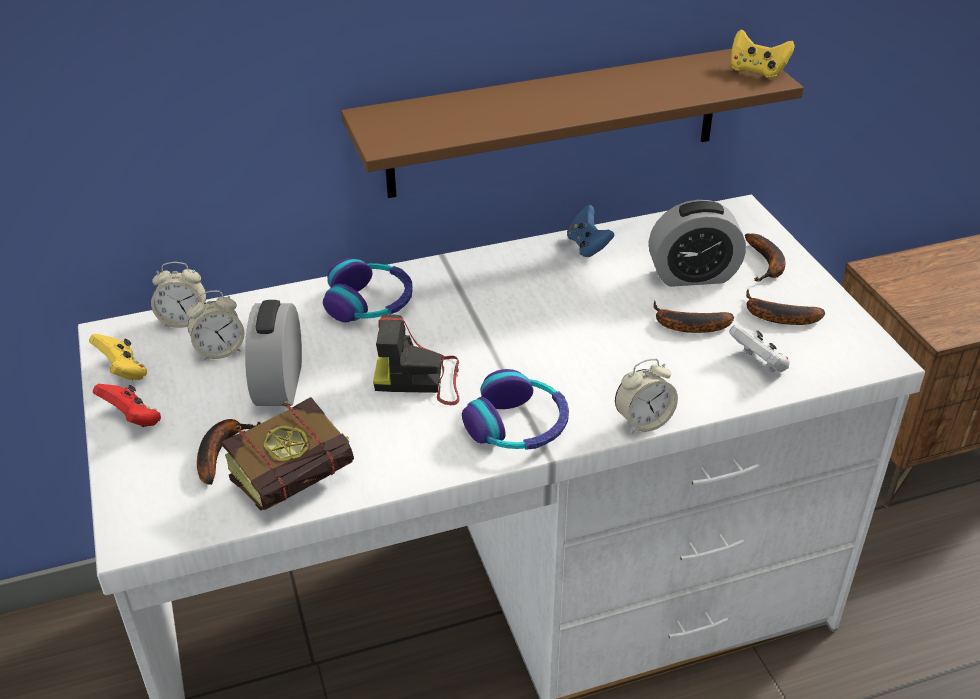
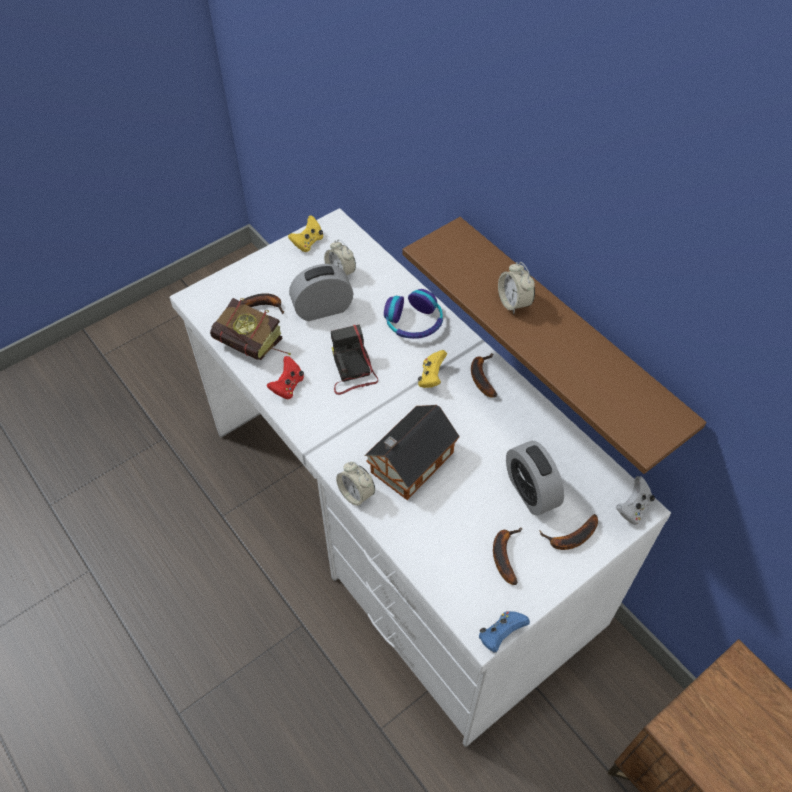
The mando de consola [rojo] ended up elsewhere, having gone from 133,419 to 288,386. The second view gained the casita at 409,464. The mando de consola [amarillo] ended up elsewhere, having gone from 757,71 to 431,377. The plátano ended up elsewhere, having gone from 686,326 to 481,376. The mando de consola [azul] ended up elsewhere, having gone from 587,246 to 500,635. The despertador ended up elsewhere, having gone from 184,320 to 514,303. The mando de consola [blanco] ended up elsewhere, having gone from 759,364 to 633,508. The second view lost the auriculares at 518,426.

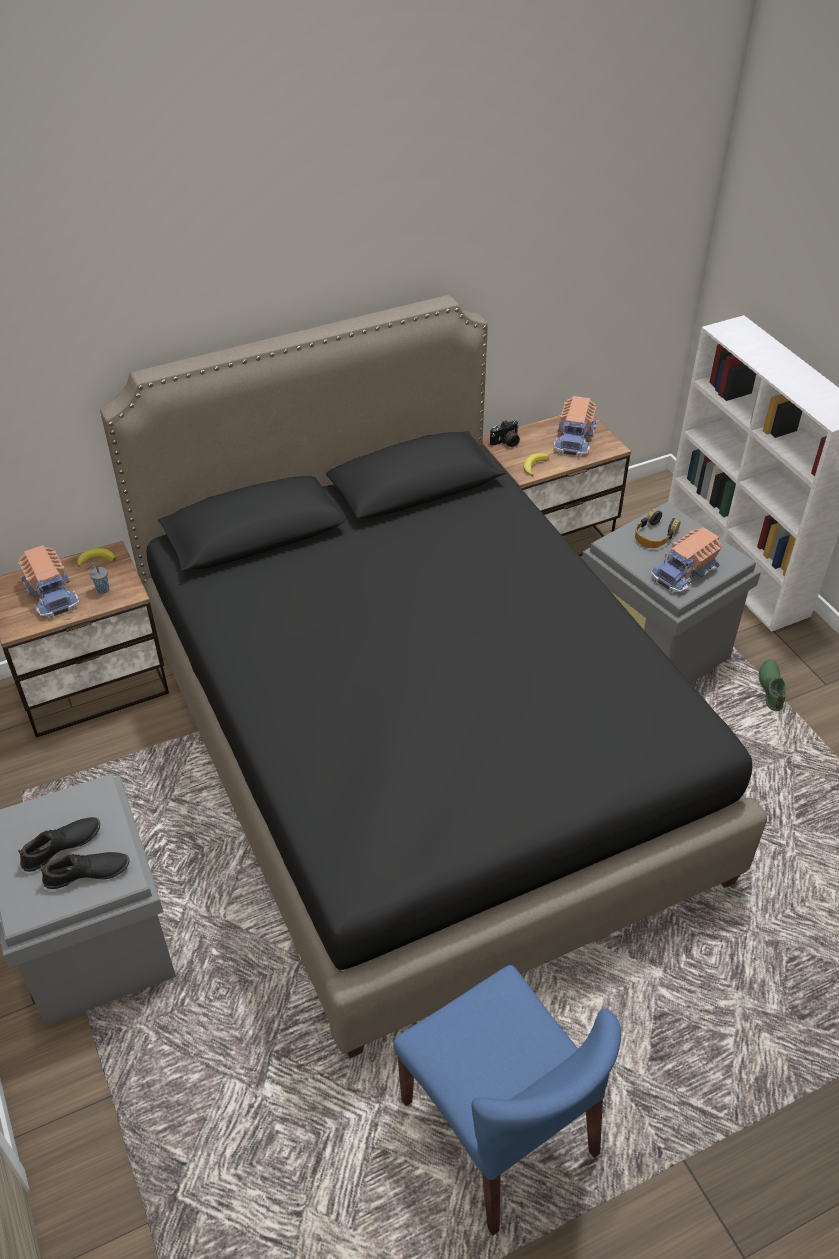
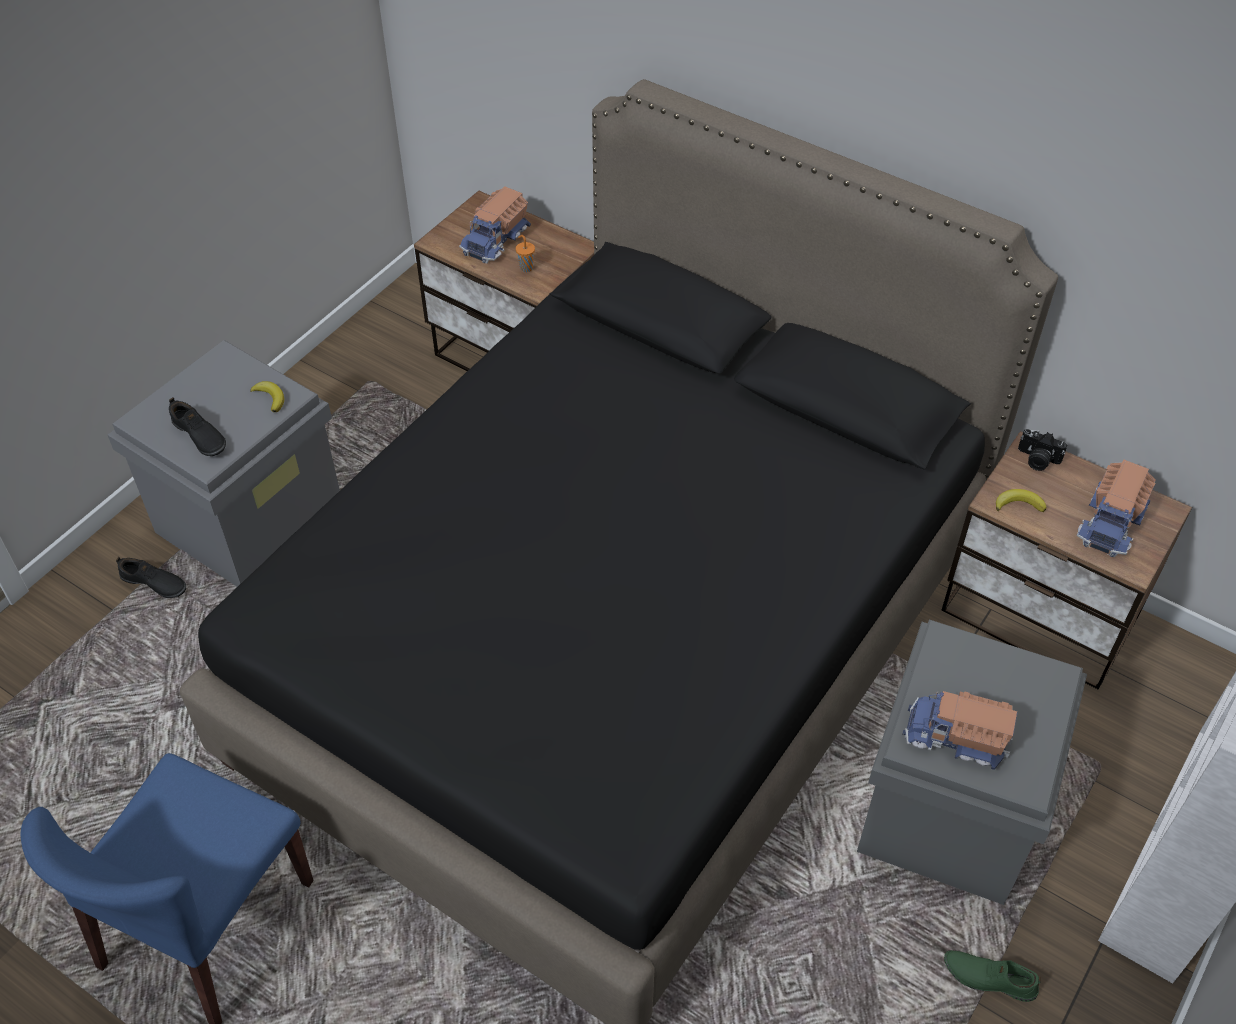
The zapato [negro] ended up elsewhere, having gone from 62,847 to 154,584. The plátano ended up elsewhere, having gone from 96,559 to 270,397. What was the taza [gris] at 102,590 turned into the taza [naranja] at 526,267. The zapato [verde] at 771,688 ended up facing another way, 135 degrees counterclockwise from before. The camión de juguete at 575,438 ended up facing another way, 45 degrees counterclockwise from before. The second view lost the auriculares at 654,535.

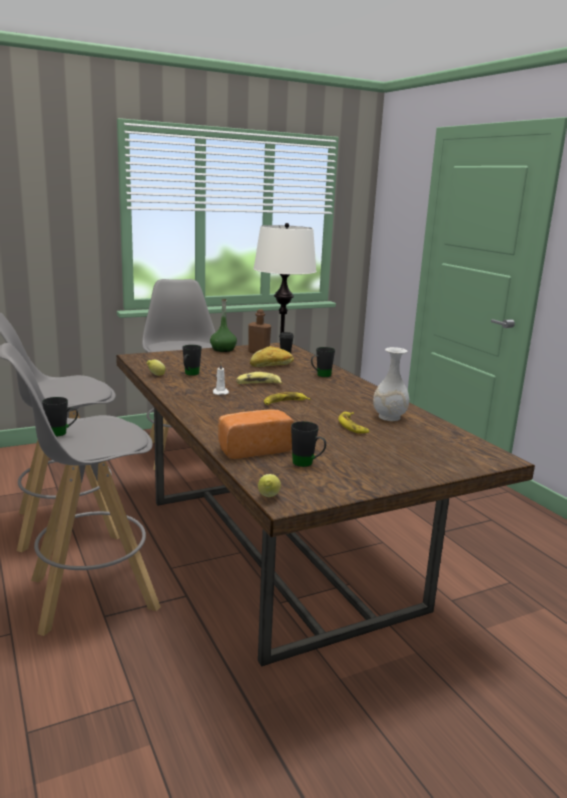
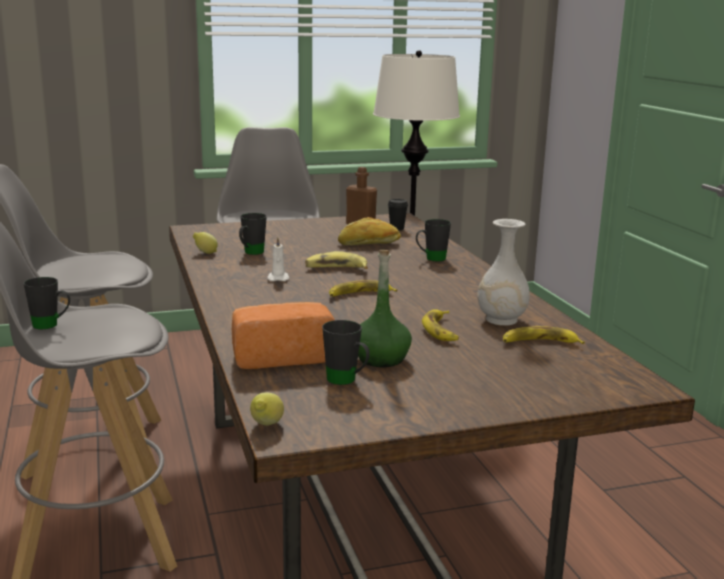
The botella [verde] ended up elsewhere, having gone from 223,349 to 381,358. The second view gained the plátano at 539,343.

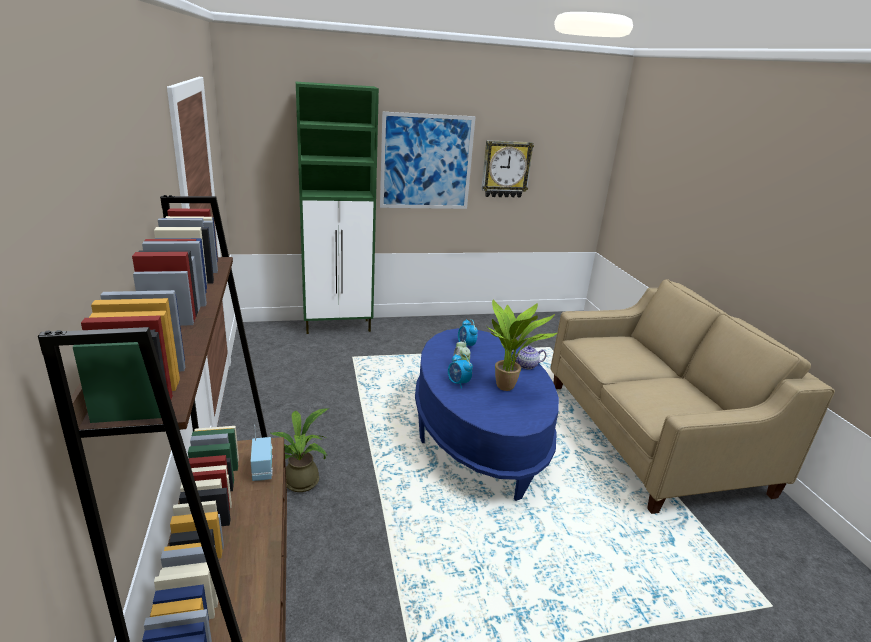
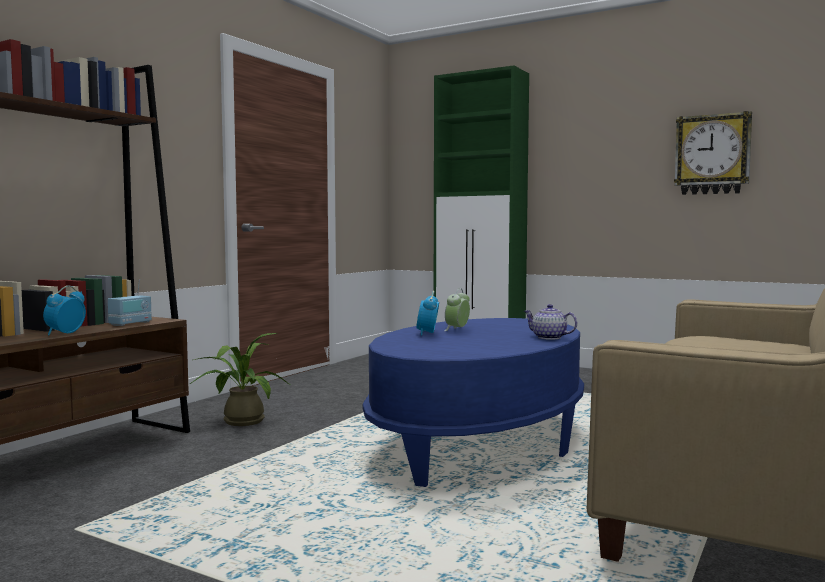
The despertador ended up elsewhere, having gone from 466,345 to 64,333. The second view lost the cuadro at 426,162. The second view lost the planta en maceta at 508,387.

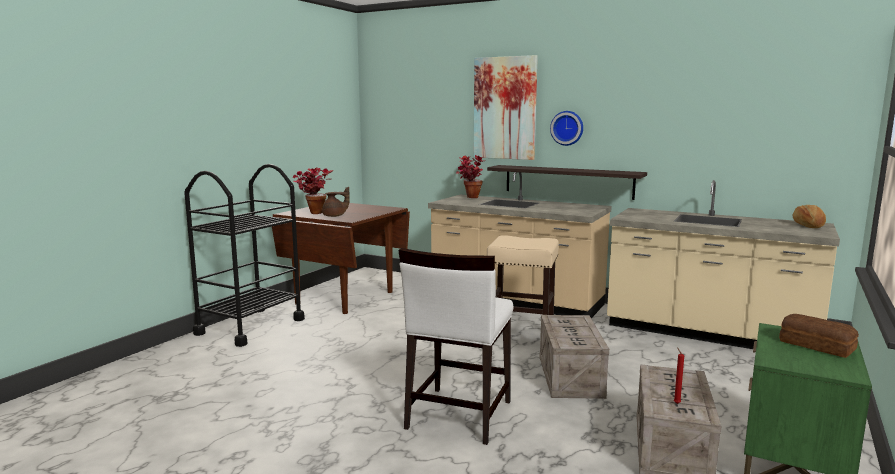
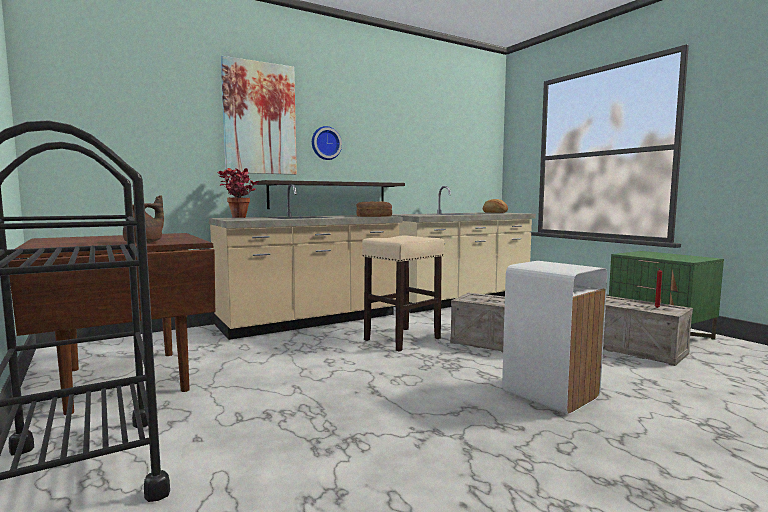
The pan ended up elsewhere, having gone from 816,345 to 373,216. Where the silla [blanco] stood at 458,415, the papelera [blanco] came to stand at 550,395. The second view lost the planta en maceta at 313,212.

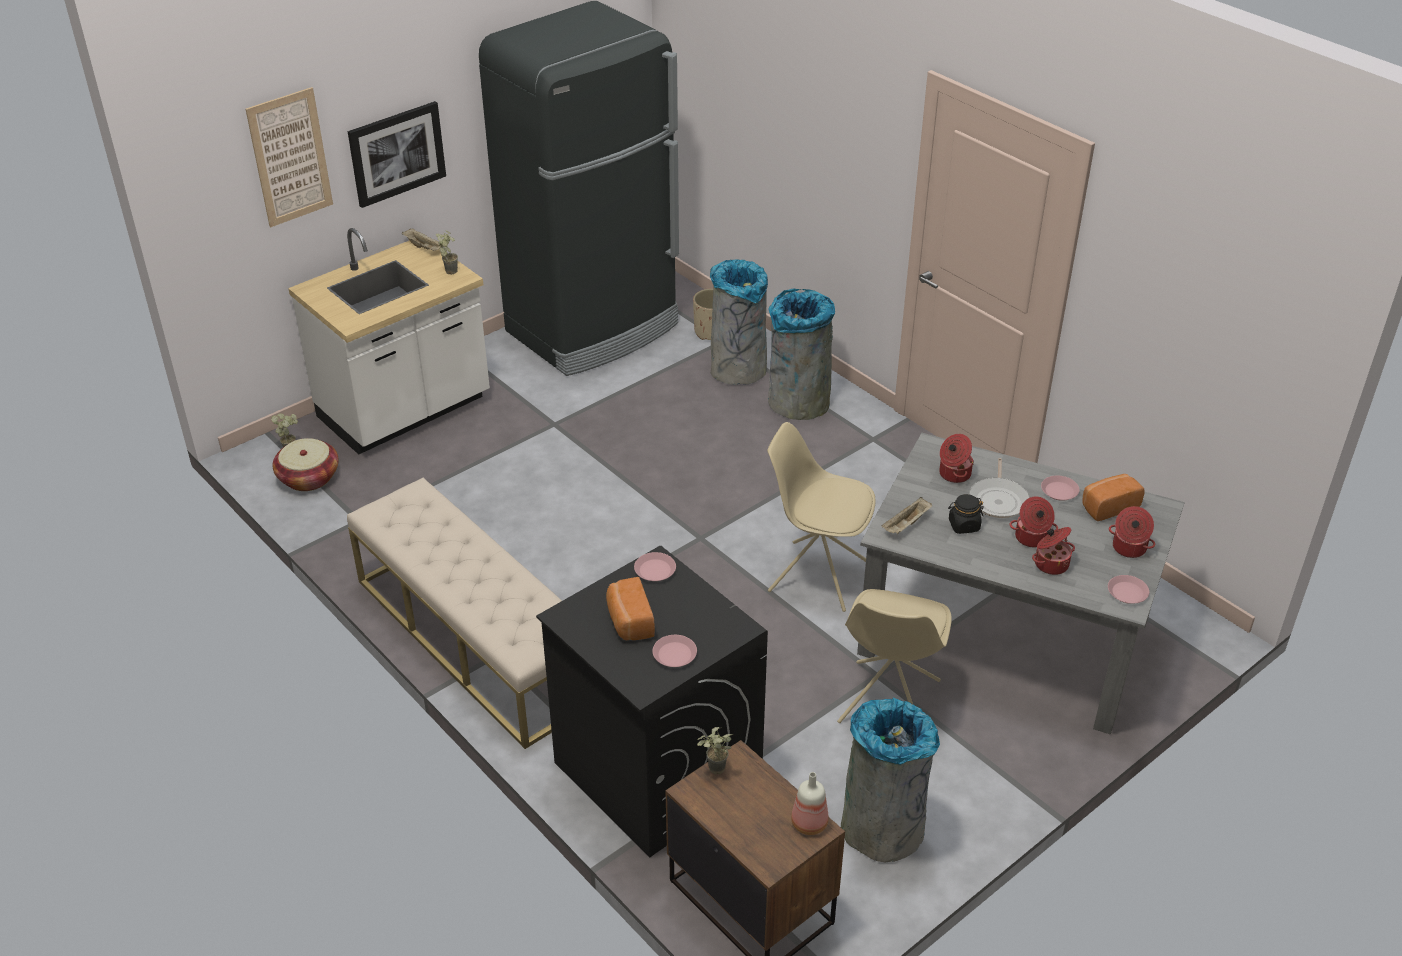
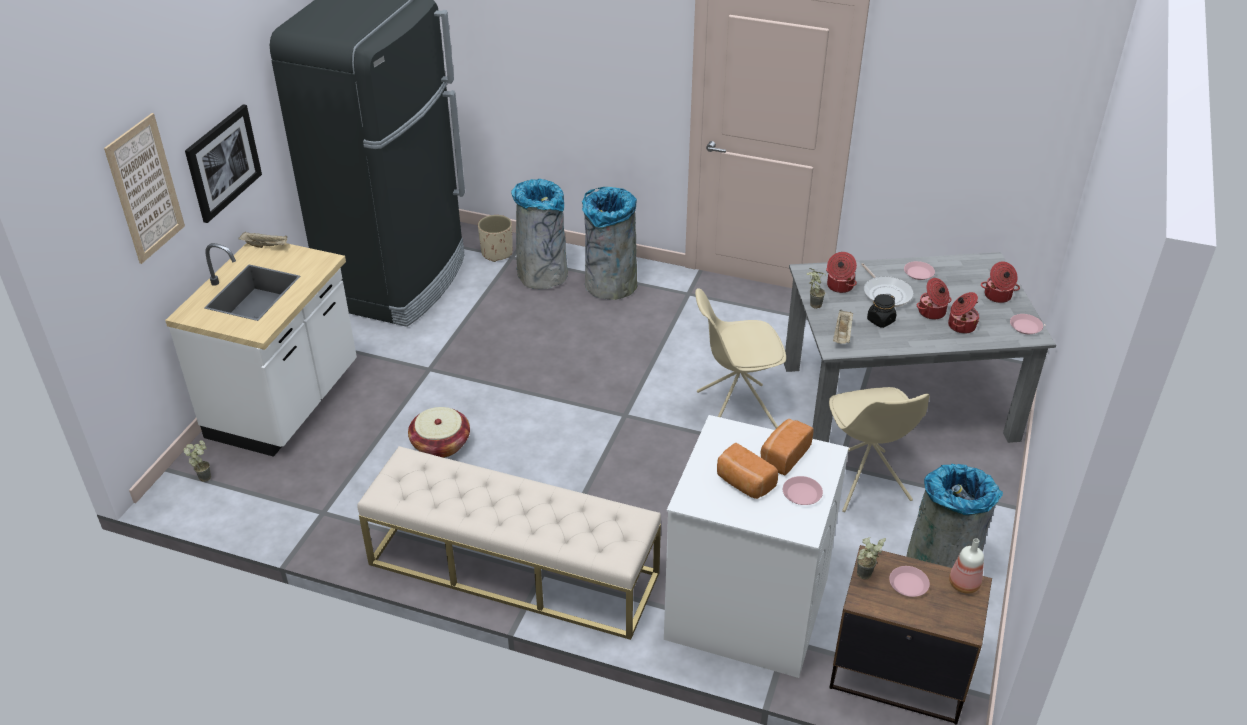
The cesta ended up elsewhere, having gone from 309,478 to 441,444. What was the lavadora [negro] at 655,770 turned into the lavadora [blanco] at 745,609. The pan ended up elsewhere, having gone from 1108,506 to 783,456. The planta en maceta ended up elsewhere, having gone from 449,270 to 812,304. The plato [rosa] ended up elsewhere, having gone from 655,570 to 908,584.

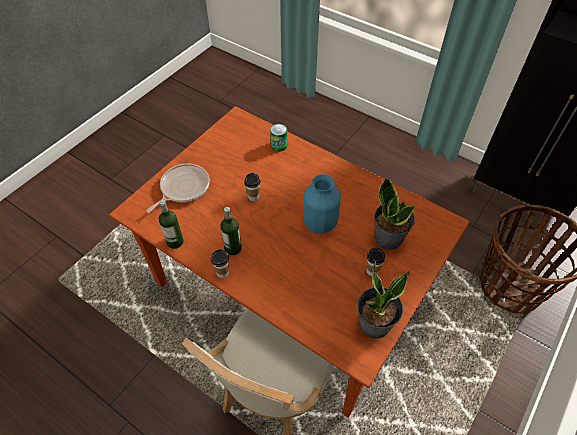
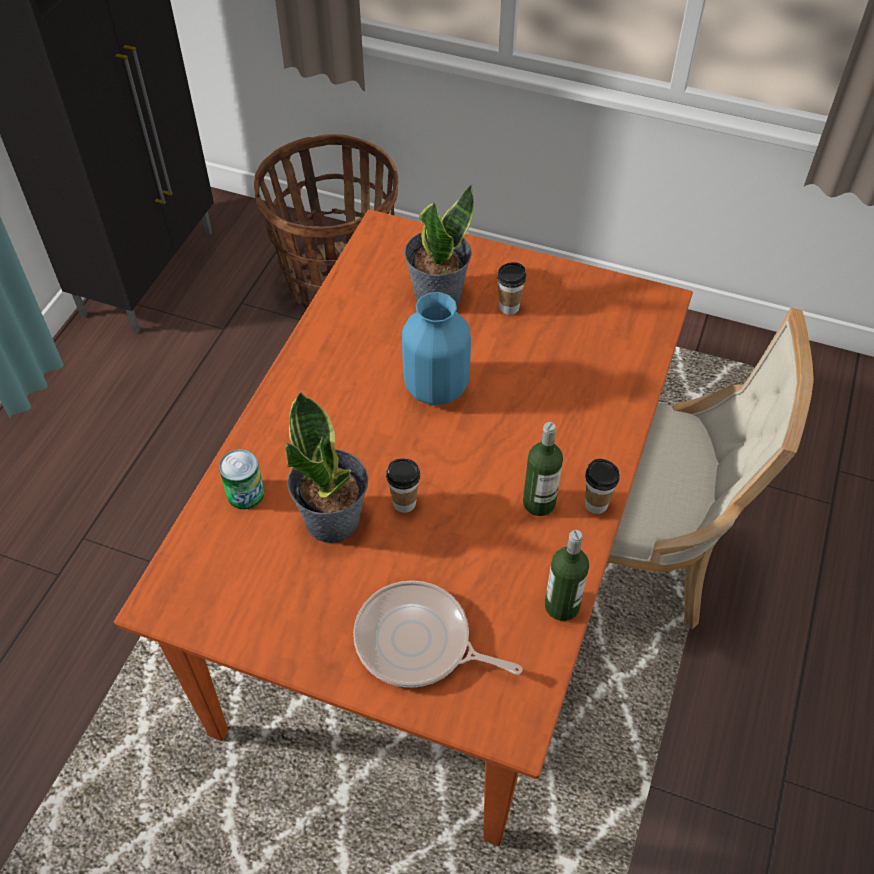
The planta en maceta ended up elsewhere, having gone from 374,324 to 333,519.

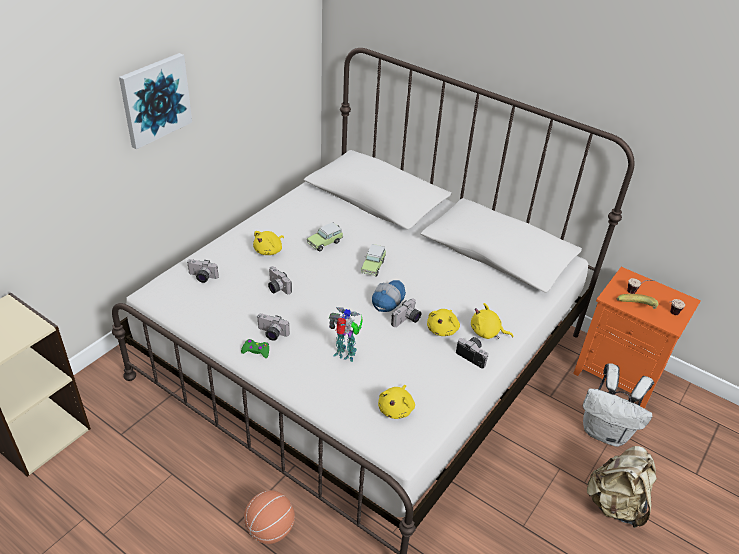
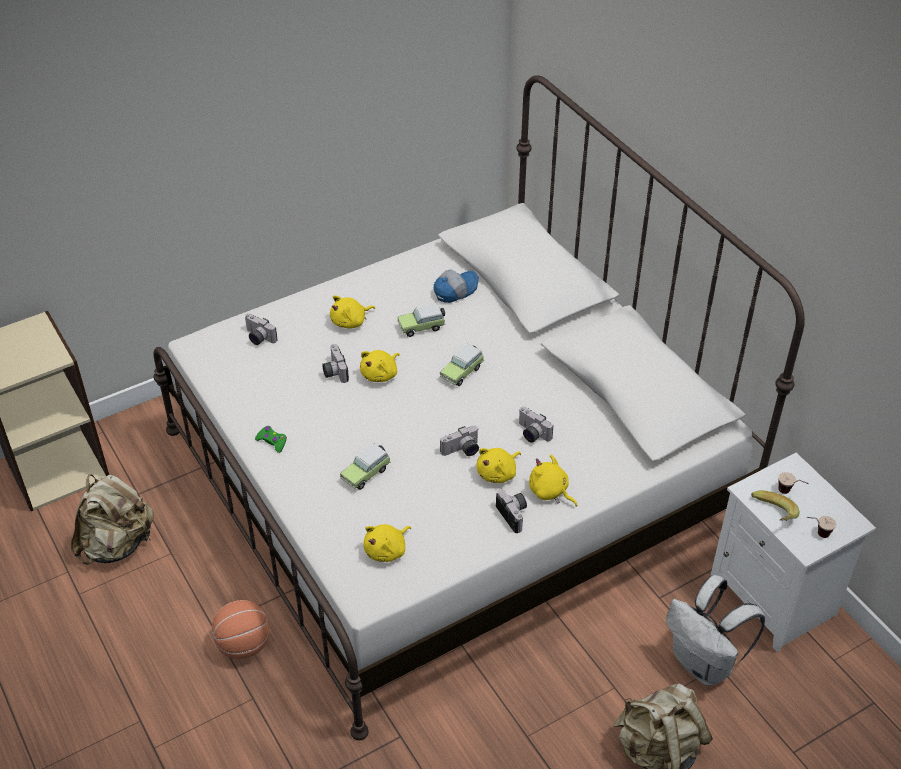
The second view gained the mochila [beis] at 117,544. Where the robot de juguete stood at 345,355, the coche de juguete came to stand at 367,473. The second view gained the peluche [amarillo] at 380,374. The gorra ended up elsewhere, having gone from 387,299 to 455,290. The cámara ended up elsewhere, having gone from 271,334 to 531,434. What was the mesita de noche [naranja] at 620,374 turned into the mesita de noche [blanco] at 776,598. The second view lost the cuadro at 155,100.

